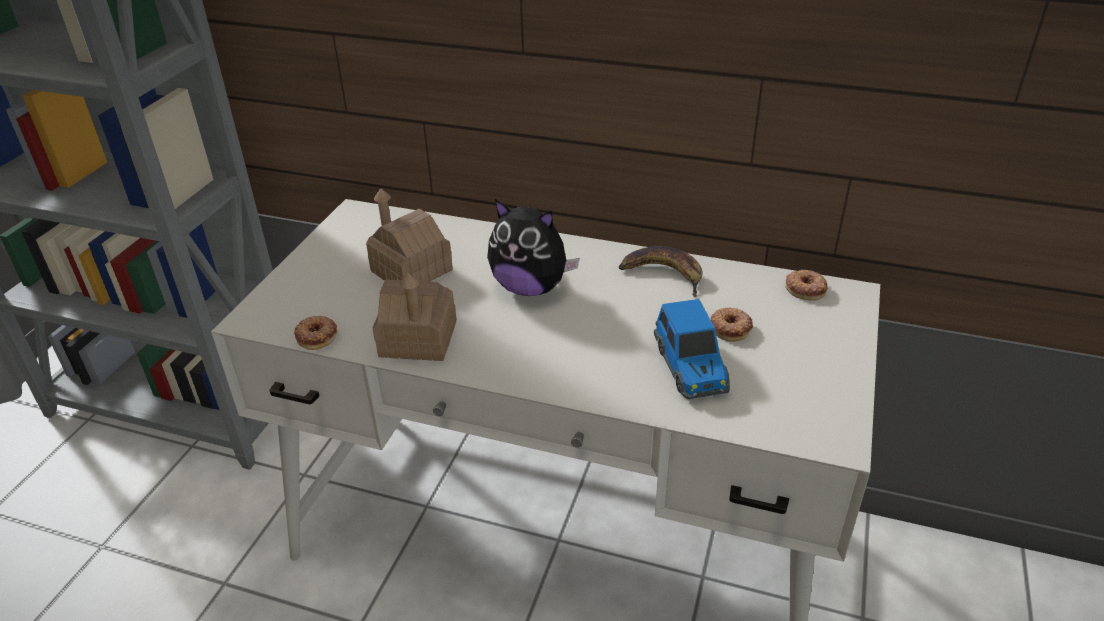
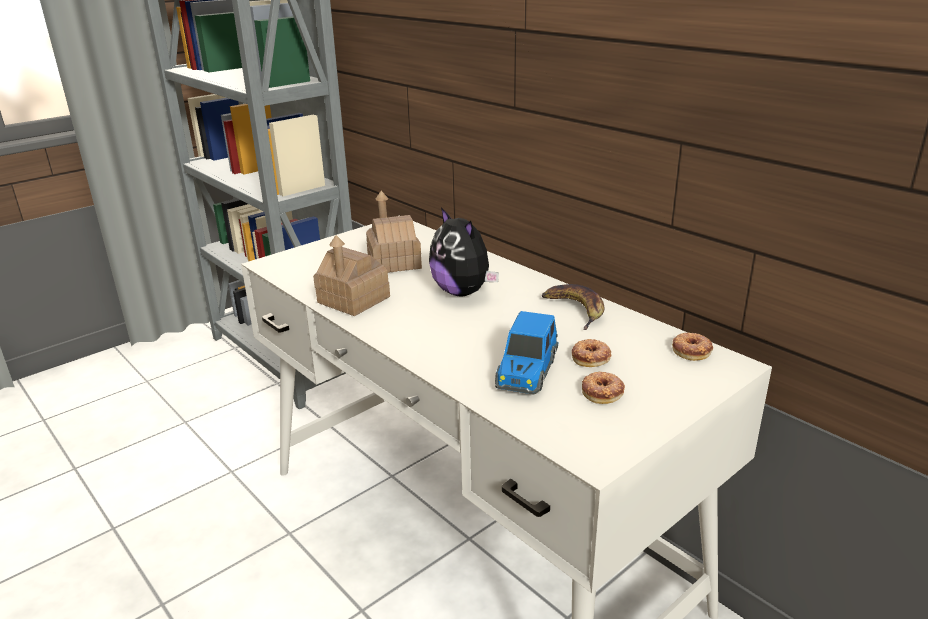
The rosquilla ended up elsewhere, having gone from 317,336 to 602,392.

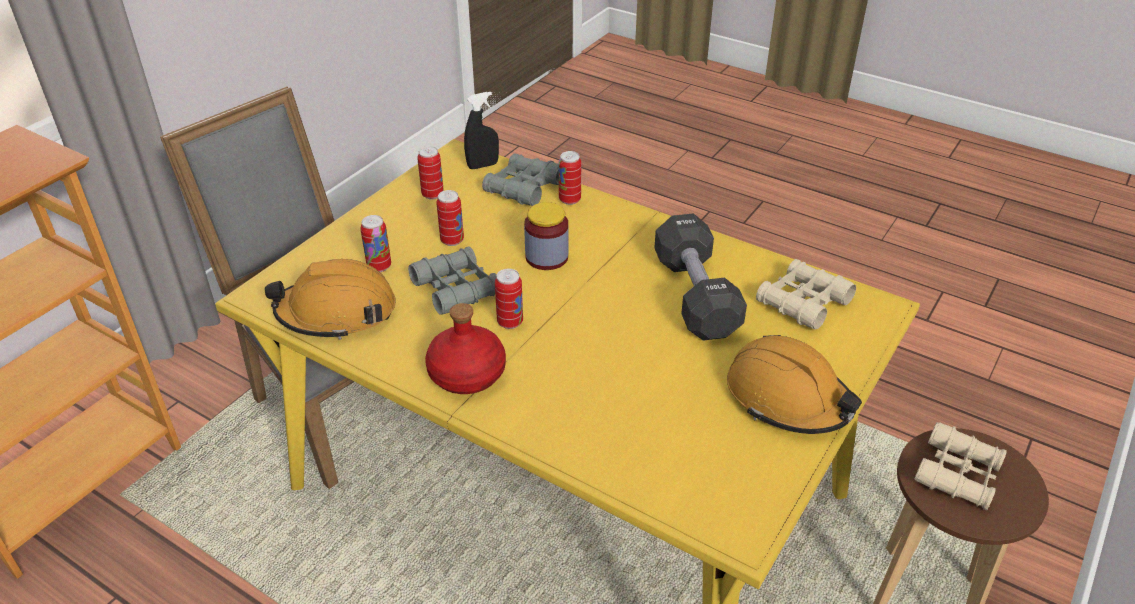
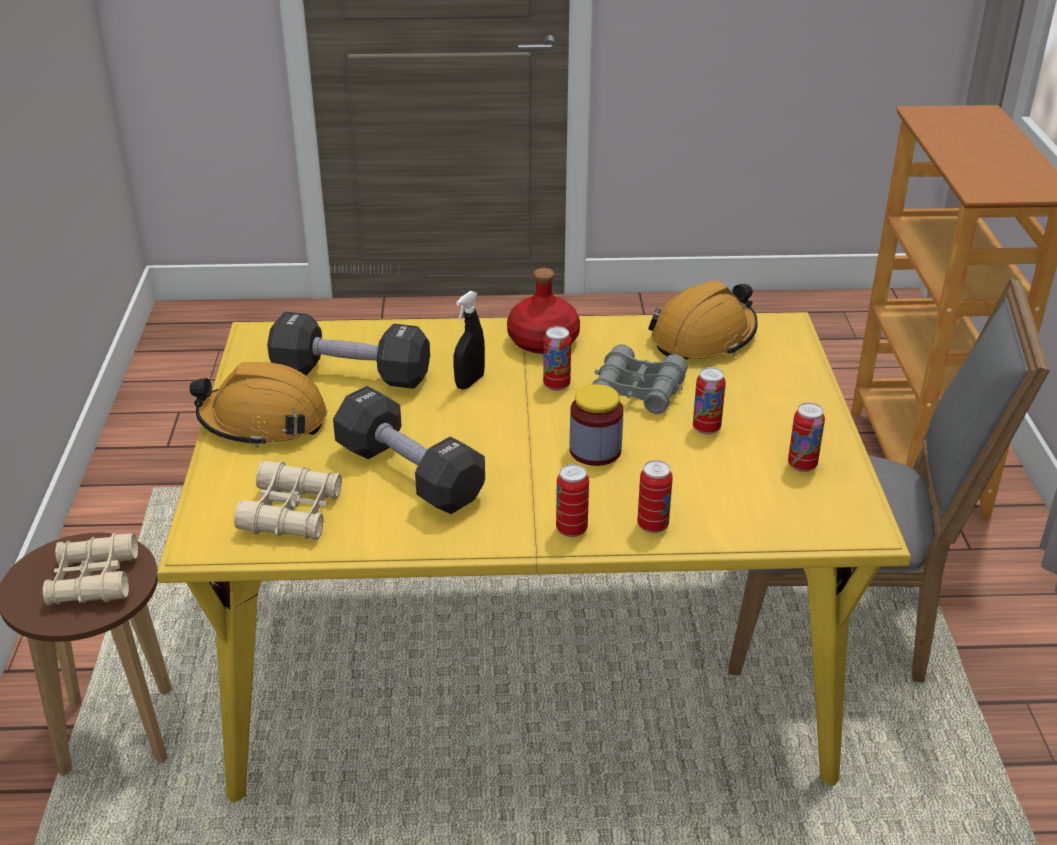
The second view gained the mancuerna [negro] at 351,374. The pulverizador [negro] ended up elsewhere, having gone from 483,165 to 470,382. The lata ended up elsewhere, having gone from 379,266 to 571,529. The second view lost the prismáticos [gris] at 524,188.

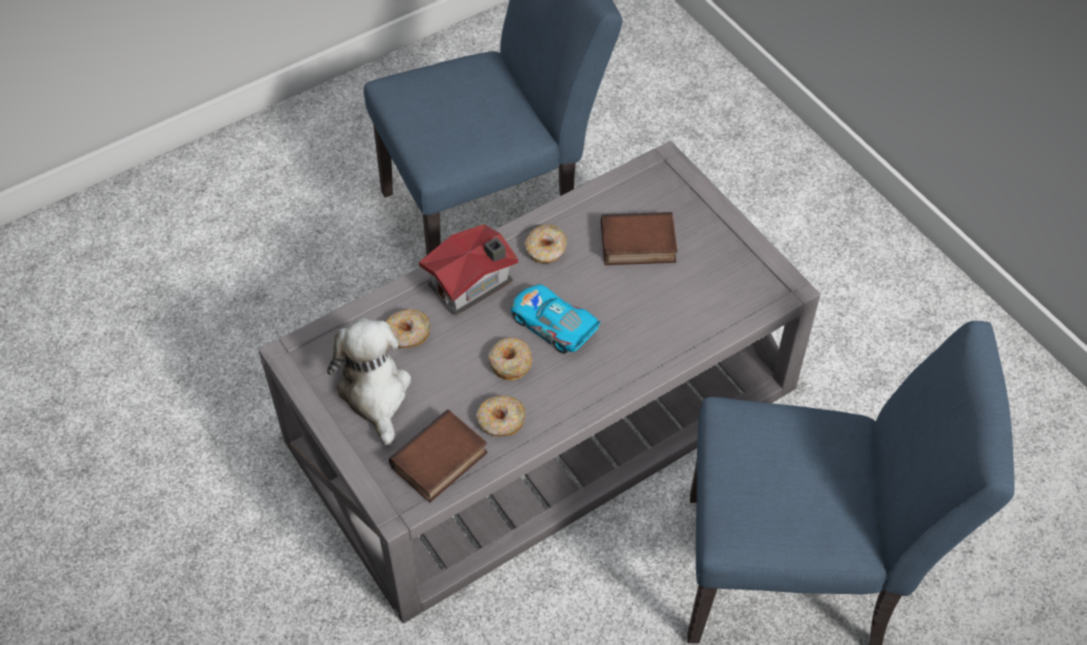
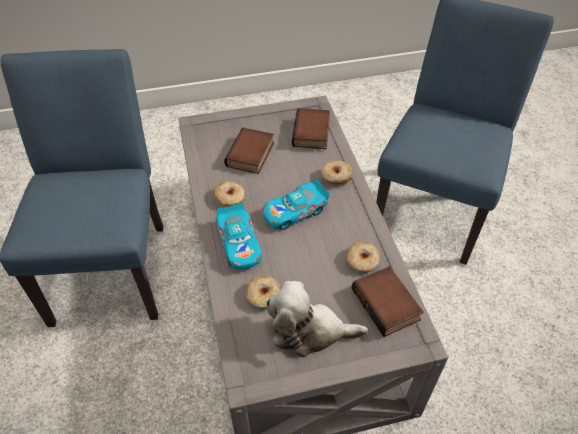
Where the casita stood at 473,284, the coche de juguete came to stand at 239,244. The second view gained the libro at 312,133. The rosquilla ended up elsewhere, having gone from 510,363 to 336,177.

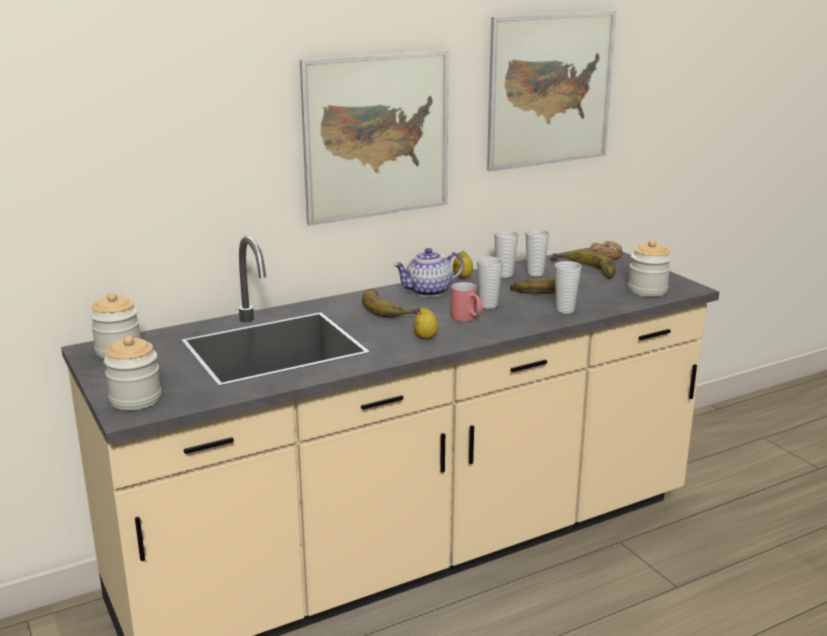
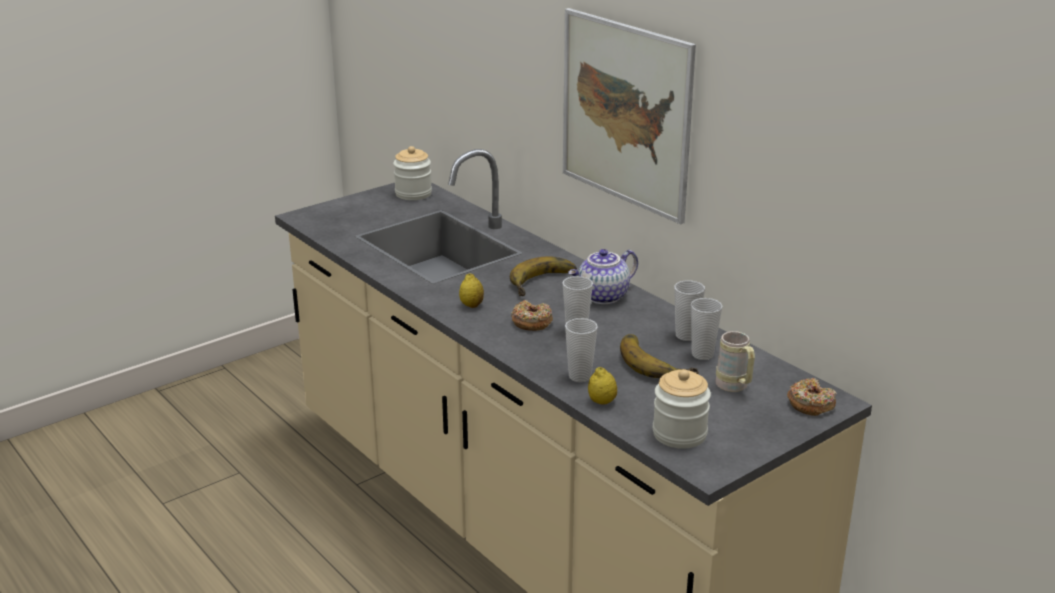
Where the taza grande [rojo] stood at 467,318, the rosquilla came to stand at 531,322. The tetera at 429,292 ended up facing another way, 90 degrees counterclockwise from before. The limón ended up elsewhere, having gone from 462,277 to 602,402. Where the plátano stood at 584,270, the taza grande [beis] came to stand at 734,388. The second view lost the tarro at 135,399. The second view lost the cuadro at 550,90.

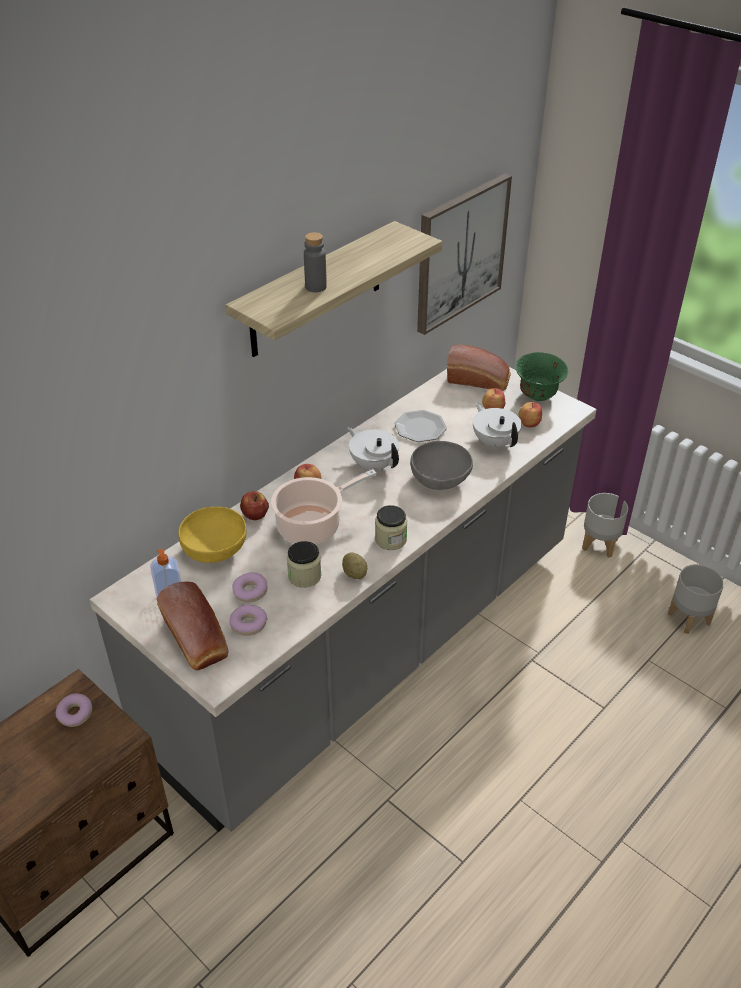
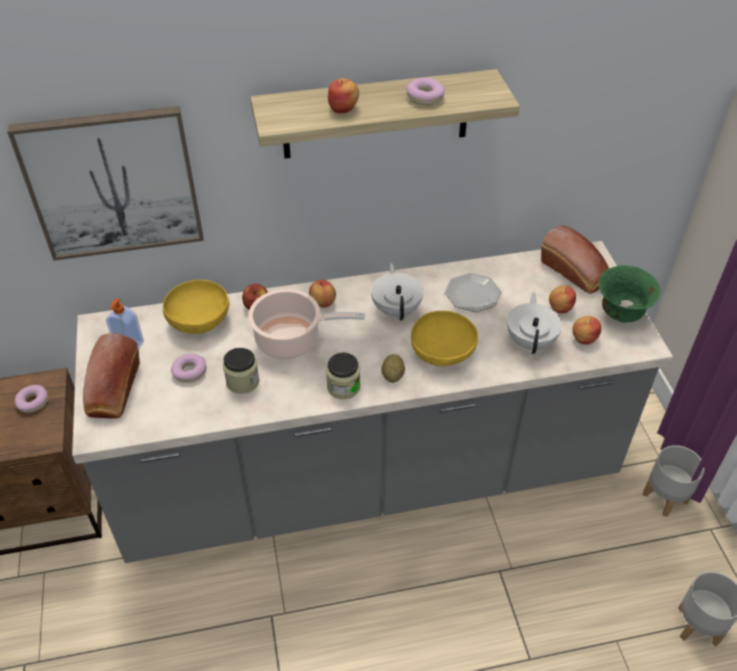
The cuadro ended up elsewhere, having gone from 460,253 to 113,183. Where the botella [gris] stood at 316,287, the manzana came to stand at 343,108. The patata ended up elsewhere, having gone from 354,574 to 392,375. The rosquilla ended up elsewhere, having gone from 248,624 to 425,97. What was the cuenco [gris] at 441,480 turned into the cuenco [amarillo] at 442,353.

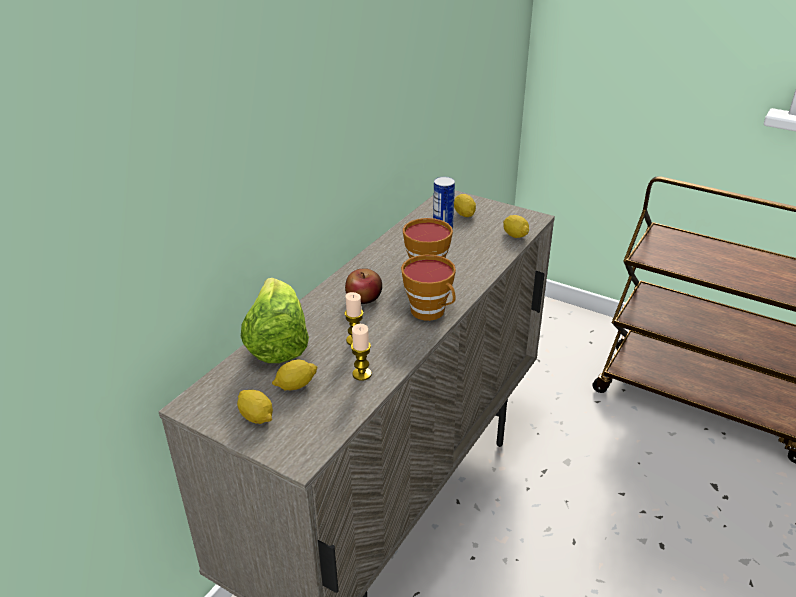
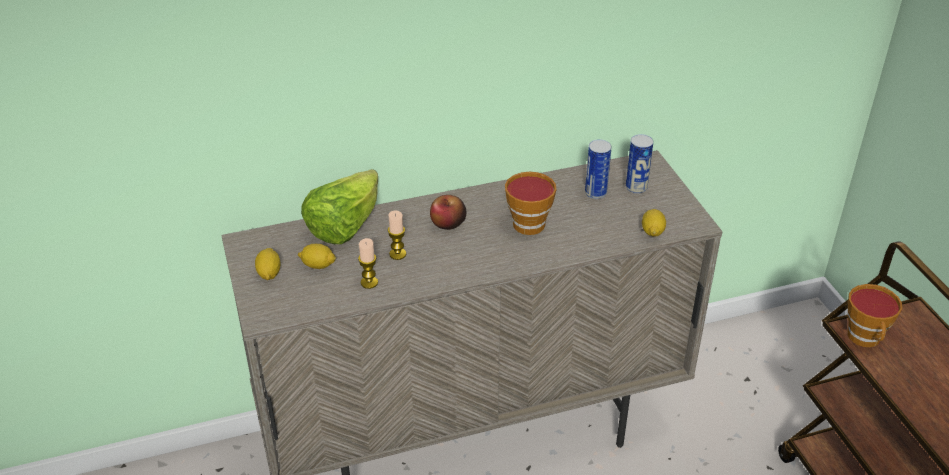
Where the limón stood at 464,214, the lata came to stand at 636,187. The taza ended up elsewhere, having gone from 431,312 to 865,339.

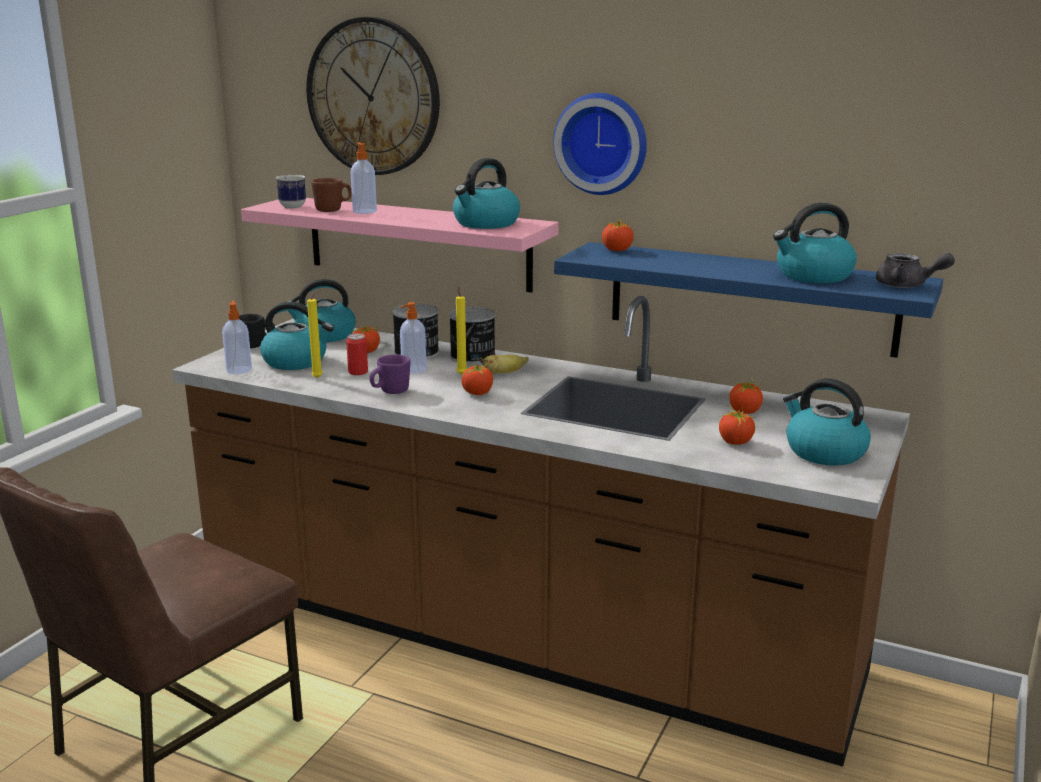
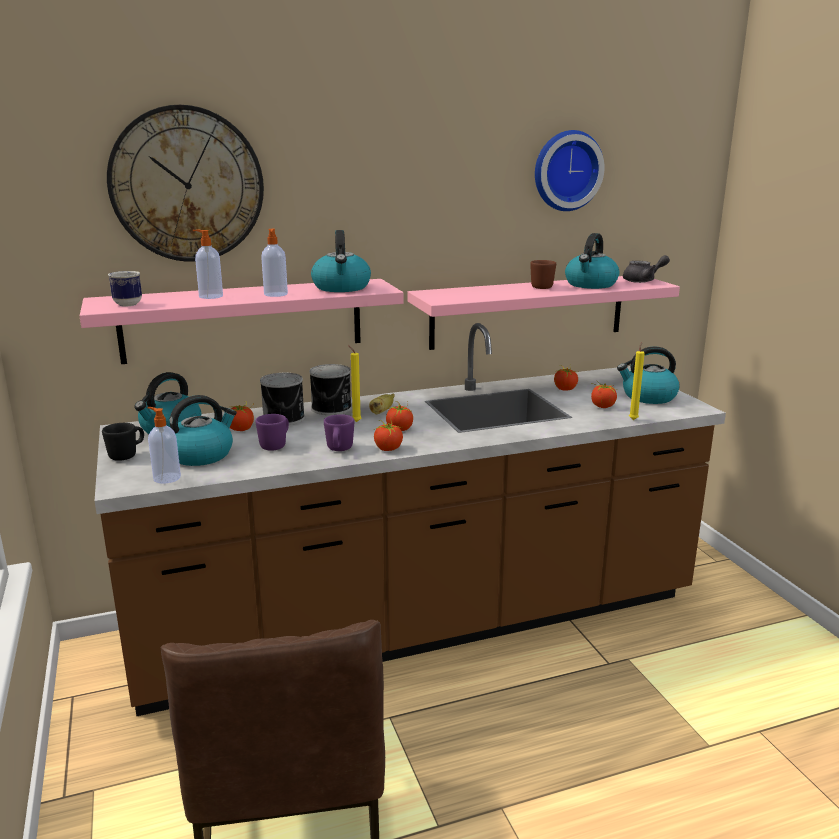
Where the lata stood at 358,372, the taza grande [morado] came to stand at 276,445. The dispensador de jabón ended up elsewhere, having gone from 413,369 to 276,294. The tomate ended up elsewhere, having gone from 617,250 to 388,449. What was the estante [azul] at 750,298 turned into the estante [rosa] at 528,311. The taza grande [marrón] ended up elsewhere, having gone from 333,210 to 542,286. The reloj de pared ended up elsewhere, having gone from 602,143 to 566,170. The vela [amarillo] ended up elsewhere, having gone from 319,378 to 633,419.

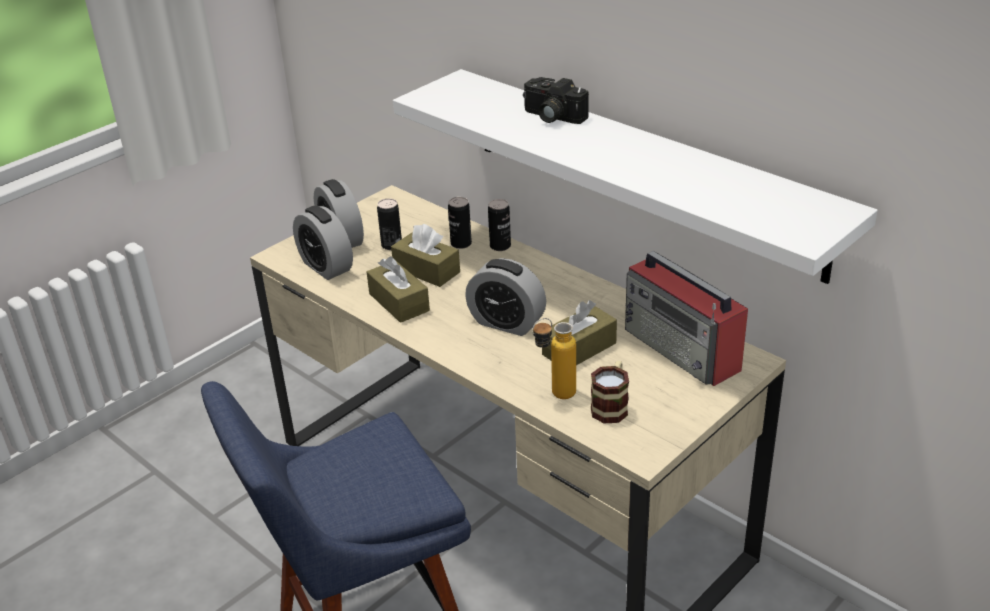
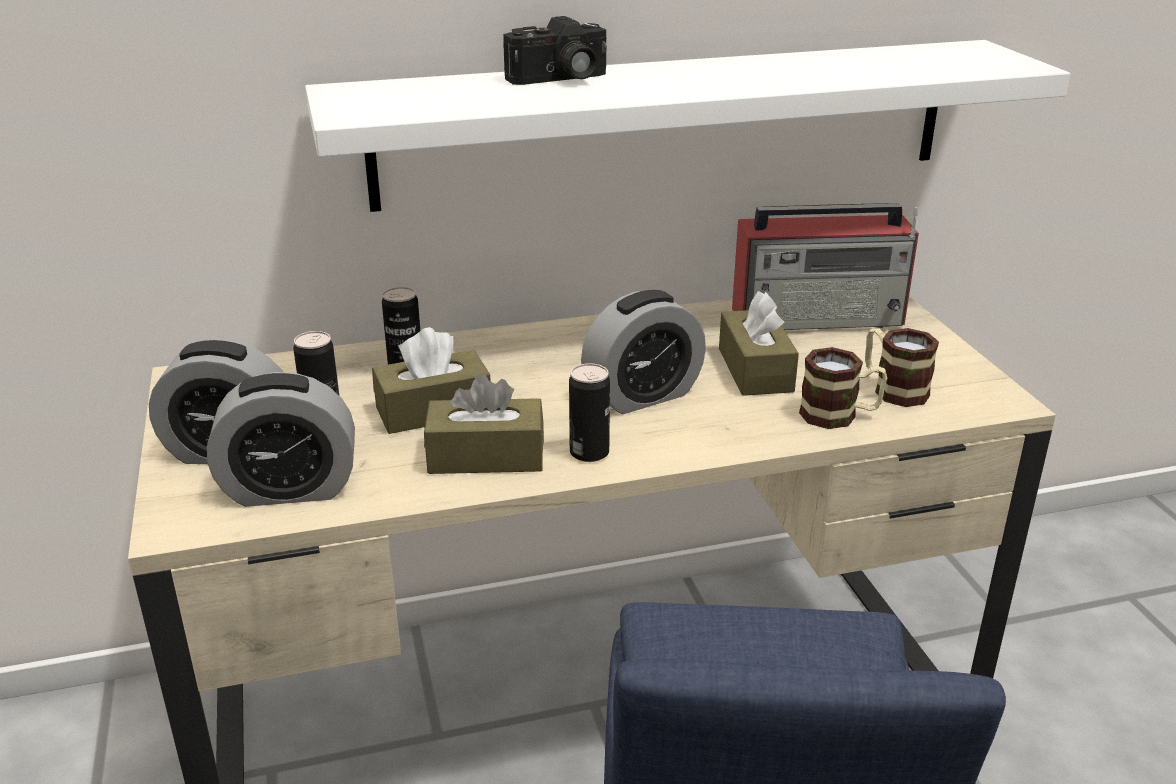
The lata ended up elsewhere, having gone from 500,246 to 589,452. Where the botella stood at 554,395, the taza grande came to stand at 839,415.

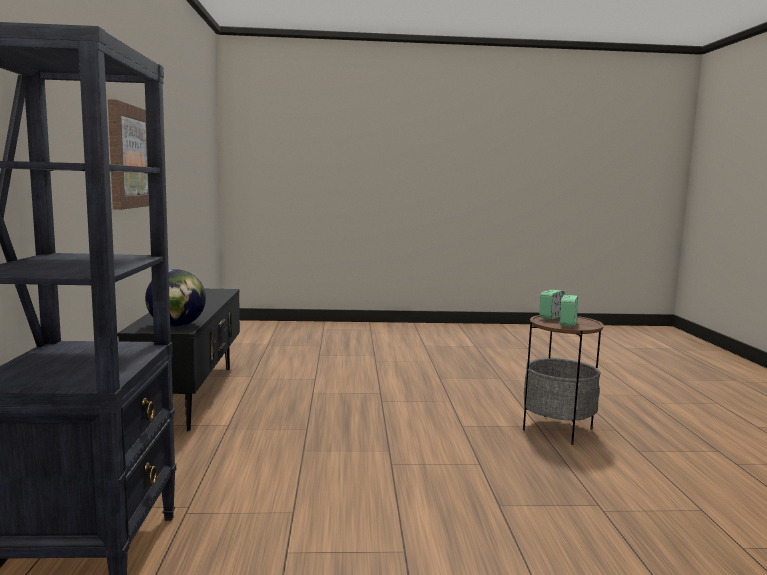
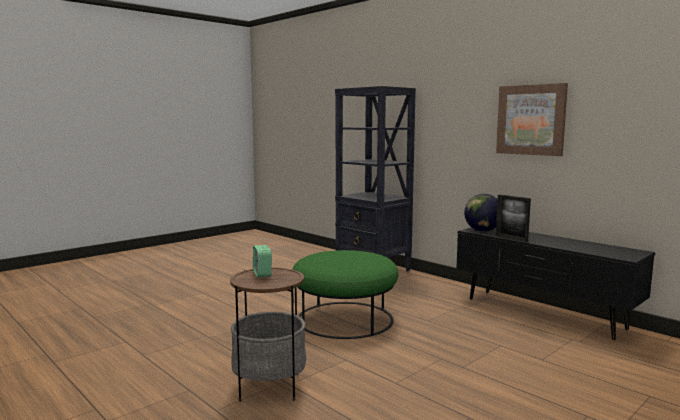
The second view gained the puf [verde] at 345,319. The second view gained the portarretratos at 511,239. The second view lost the despertador at 551,317.

